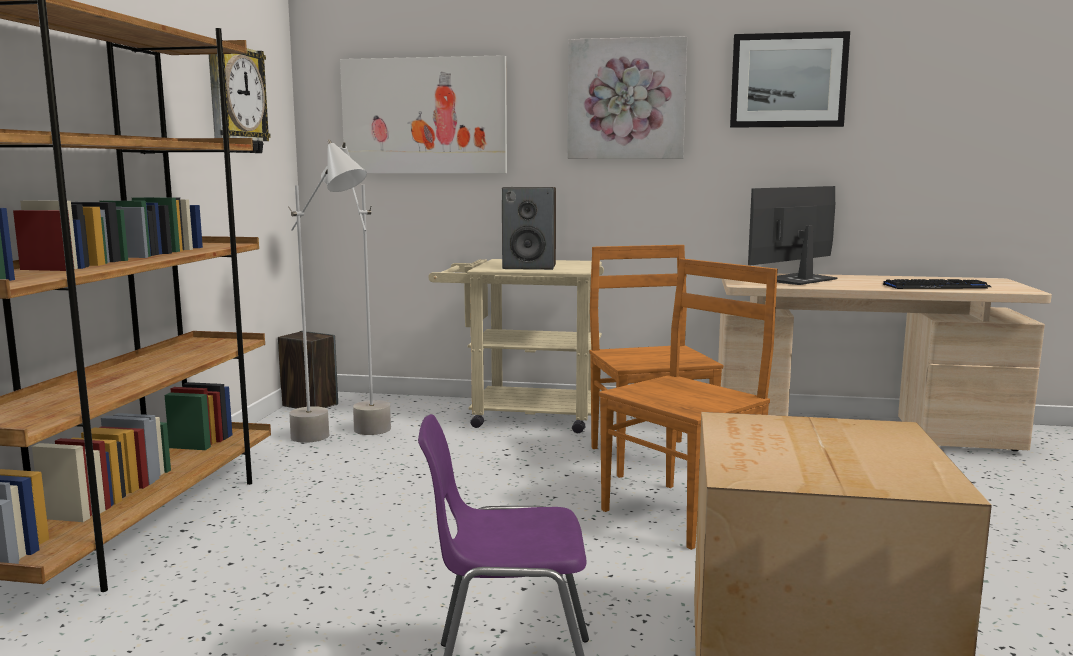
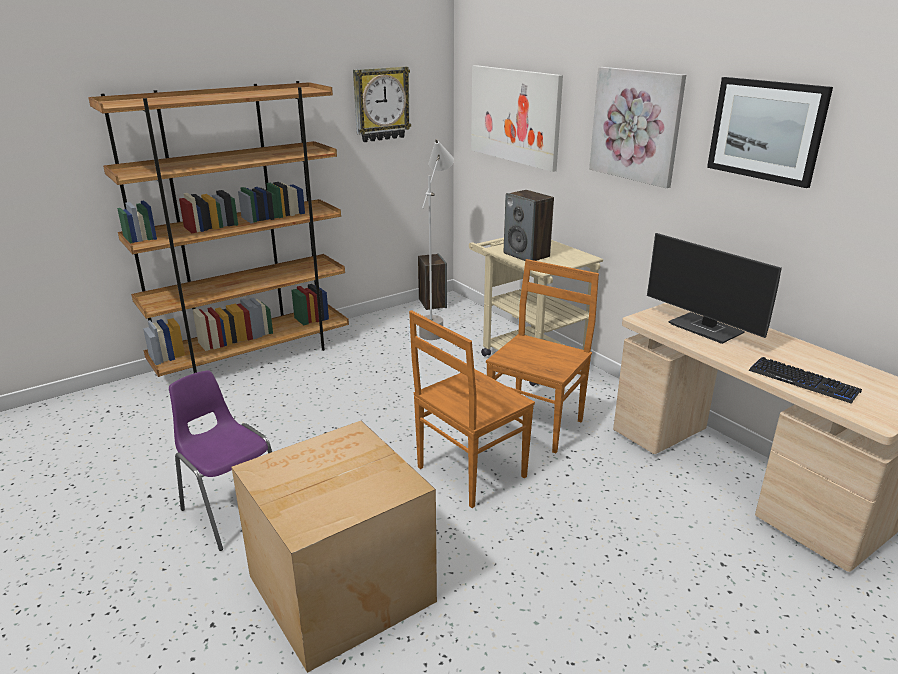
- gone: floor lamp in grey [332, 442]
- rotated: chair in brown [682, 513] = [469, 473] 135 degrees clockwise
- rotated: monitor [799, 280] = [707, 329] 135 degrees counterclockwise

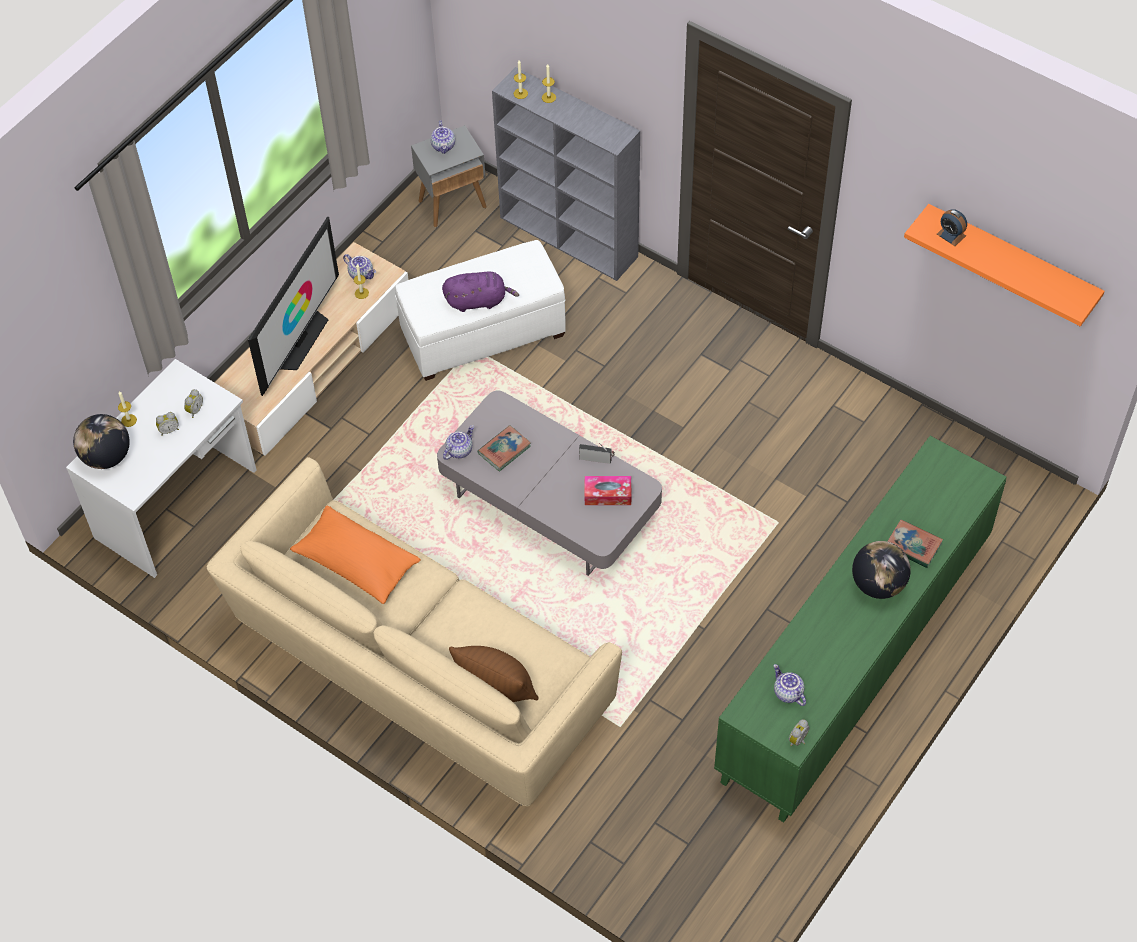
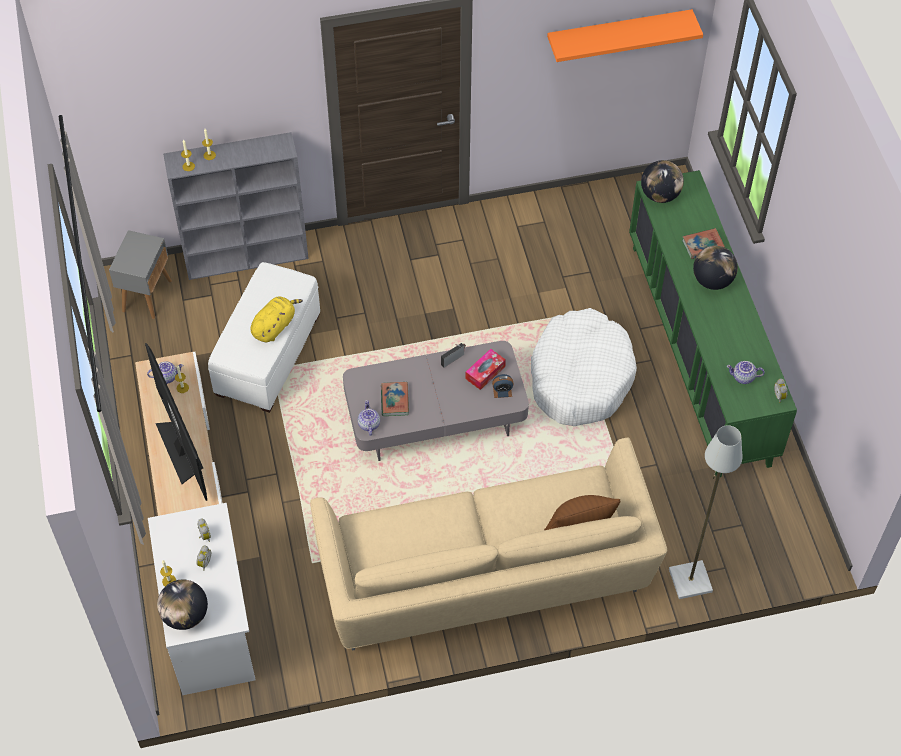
- gone: pillow in orange [356, 563]
- gone: teapot [443, 146]
- repainted: plush toy in purple [478, 301] to plush toy in yellow [274, 326]
- shifted: alarm clock [951, 235] to [502, 391]
- new: dog bed in white [580, 377]
- new: globe [660, 195]
- new: floor lamp in grey [690, 581]

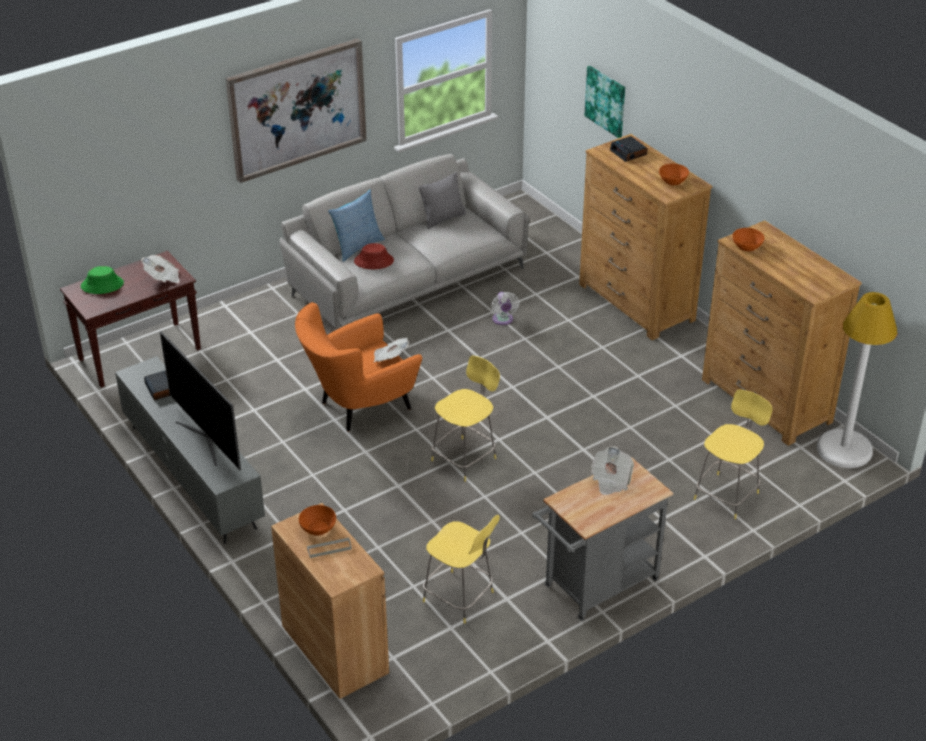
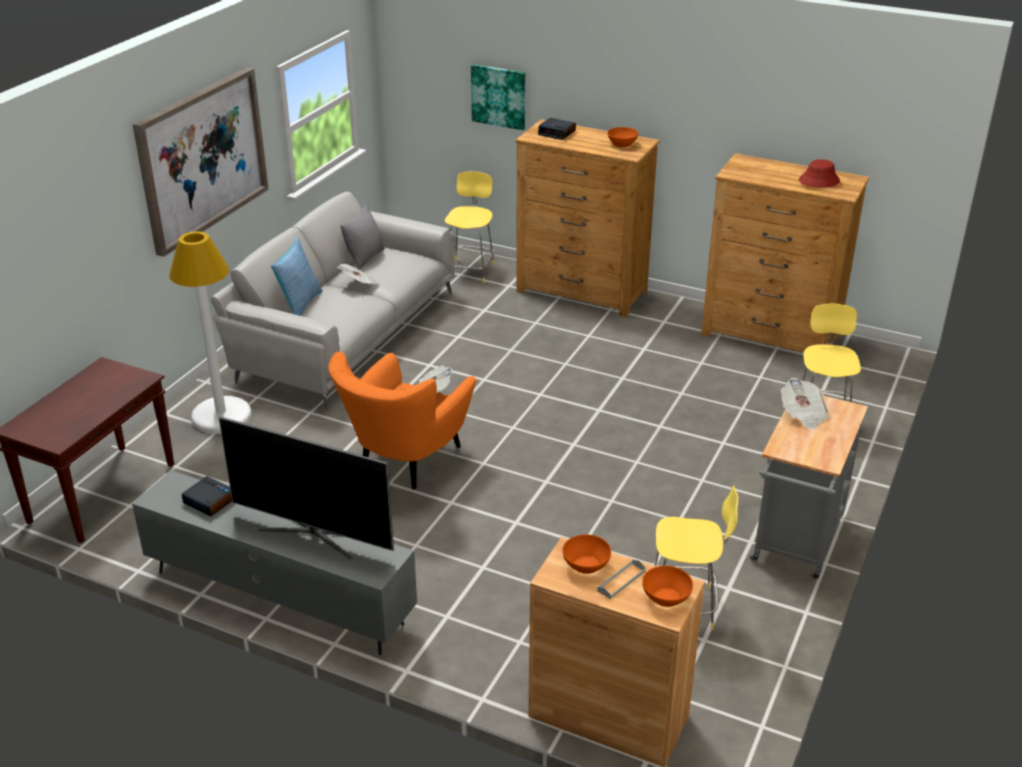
- gone: hat in green [102, 285]
- shifted: newspaper [163, 278] to [359, 284]
- shifted: hat in red [373, 261] to [818, 181]
- shifted: stool in yellow [465, 458] to [470, 270]
- gone: fan in white [503, 320]
- shifted: bowl in orange [746, 246] to [666, 597]
- shifted: floor lamp in white [844, 449] to [221, 416]

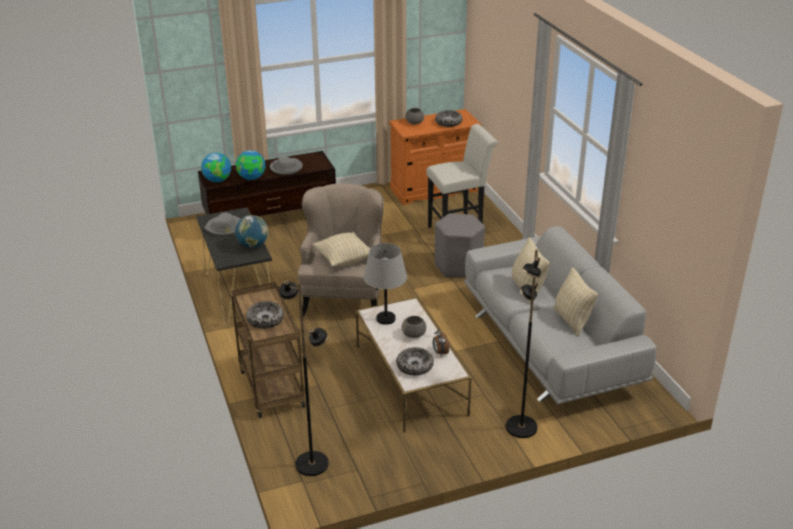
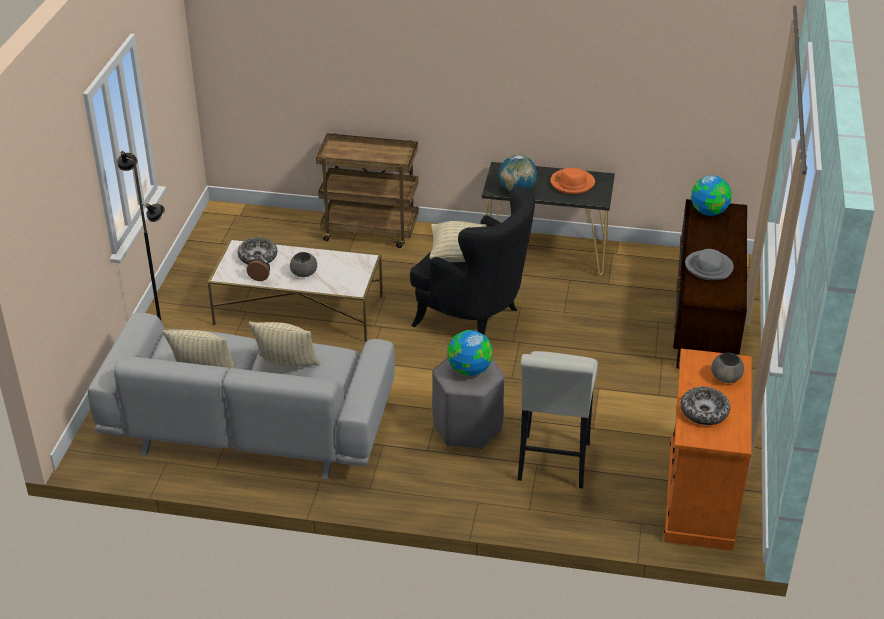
- repainted: hat in grey [224, 227] to hat in orange [572, 183]
- shifted: globe [252, 178] to [469, 370]
- gone: bowl [265, 320]
- gone: floor lamp in black [312, 463]
- repainted: armchair in beige [344, 299] to armchair in black [474, 316]
- gone: table lamp in grey [386, 318]

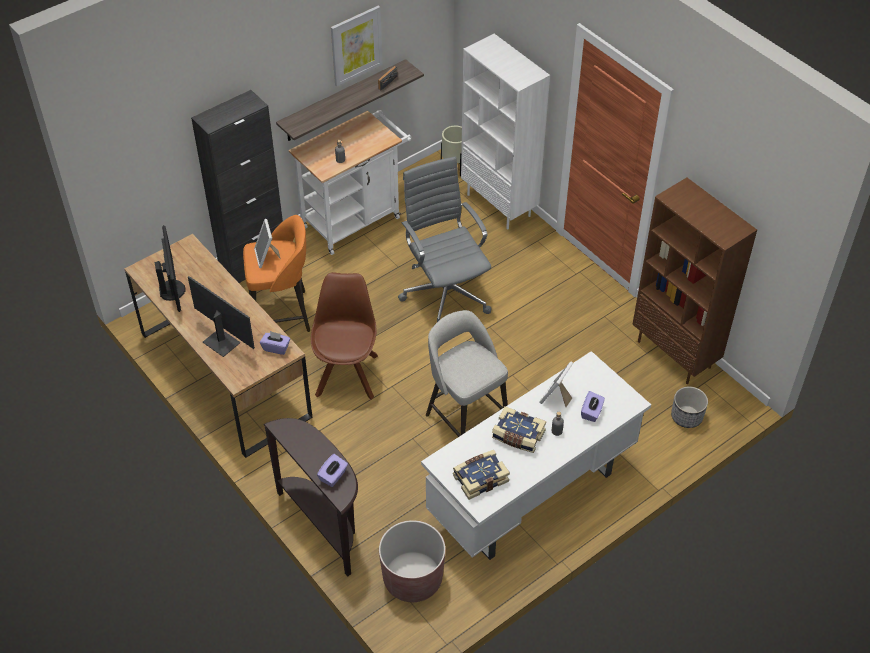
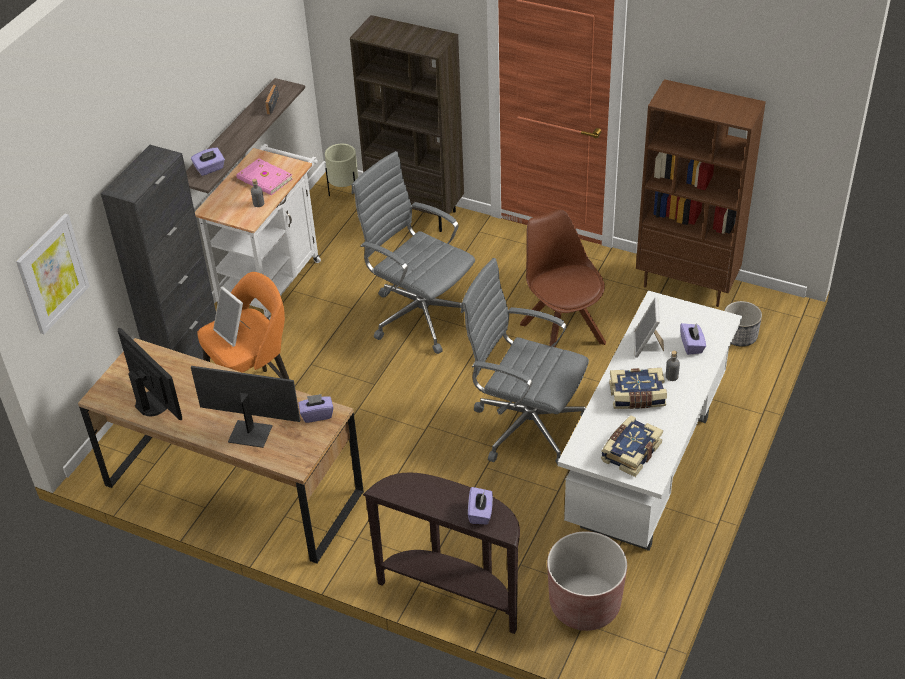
- shifted: chair in brown [347, 373] to [561, 332]
- shifted: picture [356, 45] to [52, 273]
- swapped: stool in grey [465, 418] to office chair in grey [526, 425]
- repainted: bookcase in white [499, 205] to bookcase in brown [417, 212]
- new: tissue box in purple [210, 169]
- new: book in pink [264, 180]

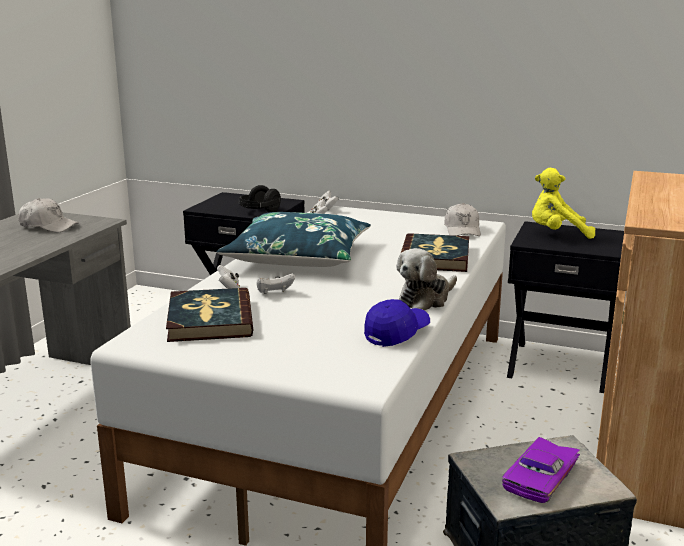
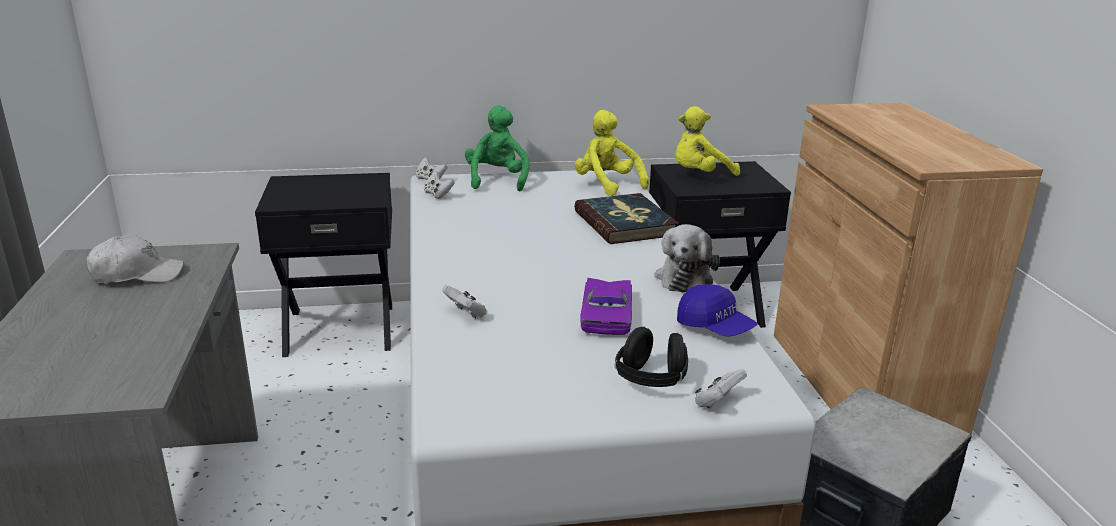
- gone: book [209, 319]
- gone: pillow in blue [298, 257]
- shifted: headphones in black [259, 211] to [651, 380]
- shifted: game controller in white [274, 293] to [717, 402]
- rotated: cap in blue [397, 334] = [715, 327] 120 degrees clockwise
- swapped: cap in white [462, 230] to plush toy in yellow [607, 185]
- shifted: toy car in purple [543, 479] to [609, 315]
- new: plush toy in green [497, 180]

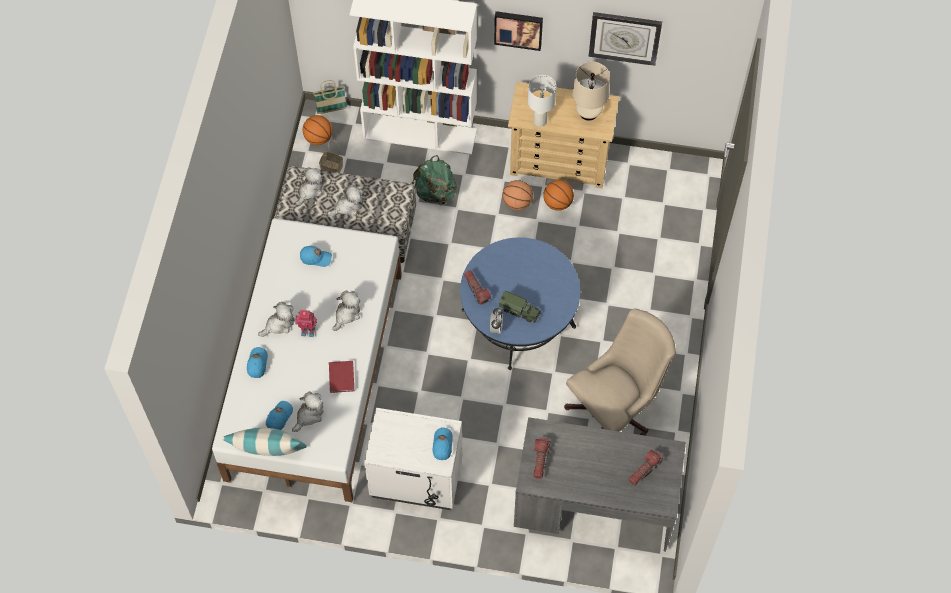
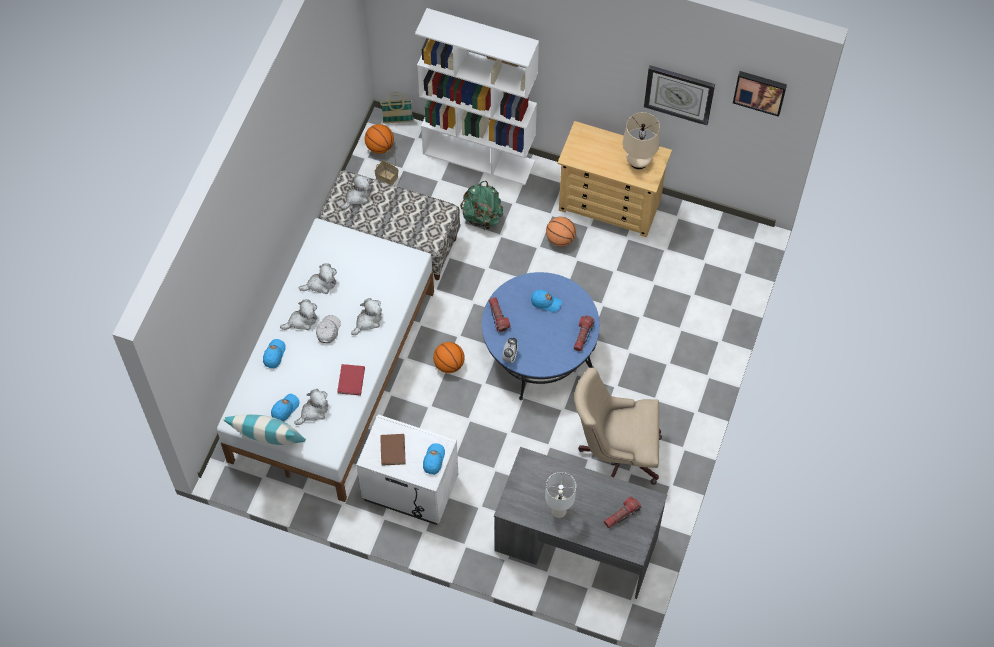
- swapped: toy robot [308, 330] to cap in white [328, 330]
- shifted: cap in blue [316, 258] to [546, 302]
- shifted: plush toy [348, 206] to [321, 284]
- shifted: picture [518, 28] to [760, 91]
- gone: toy truck [519, 310]
- shifted: table lamp in white [540, 121] to [559, 511]
- shifted: flashlight [540, 460] to [583, 335]
- shifted: basketball [557, 203] to [449, 364]
- rotated: office chair in beige [615, 408] = [615, 454] 150 degrees counterclockwise
- new: book in brown [392, 451]

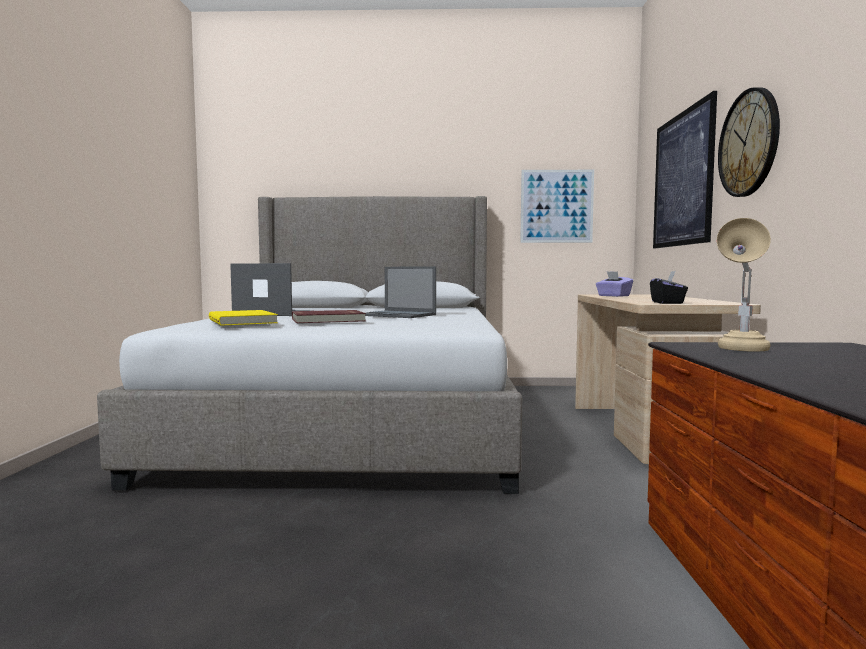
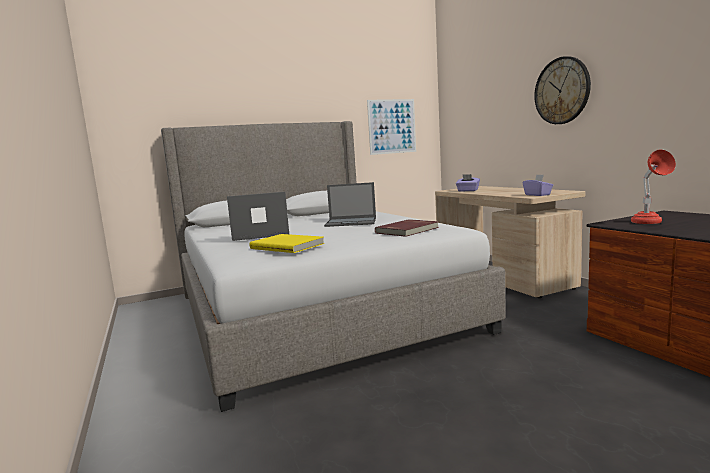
- shifted: book in red [328, 320] to [408, 230]
- repainted: tissue box in black [667, 303] to tissue box in purple [537, 195]
- gone: picture [682, 179]
- repainted: table lamp in beige [741, 350] to table lamp in red [649, 223]

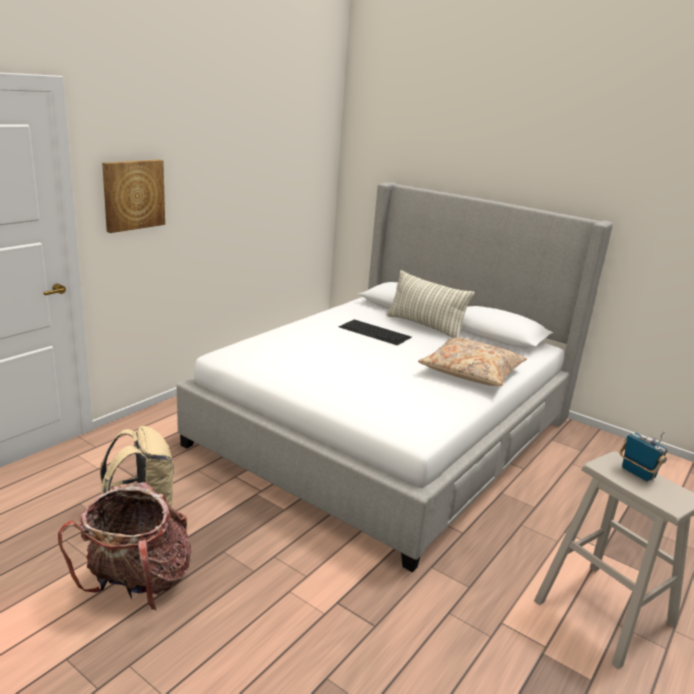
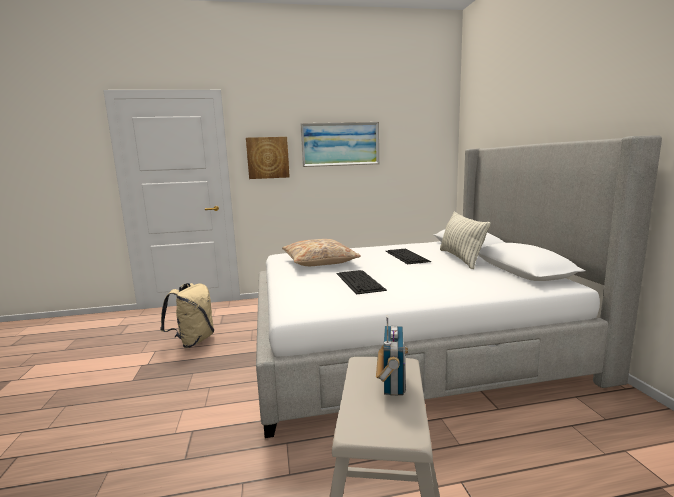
- gone: backpack [137, 584]
- shifted: pillow in beige [471, 372] to [319, 261]
- new: picture [340, 144]
- new: keyboard [360, 281]

